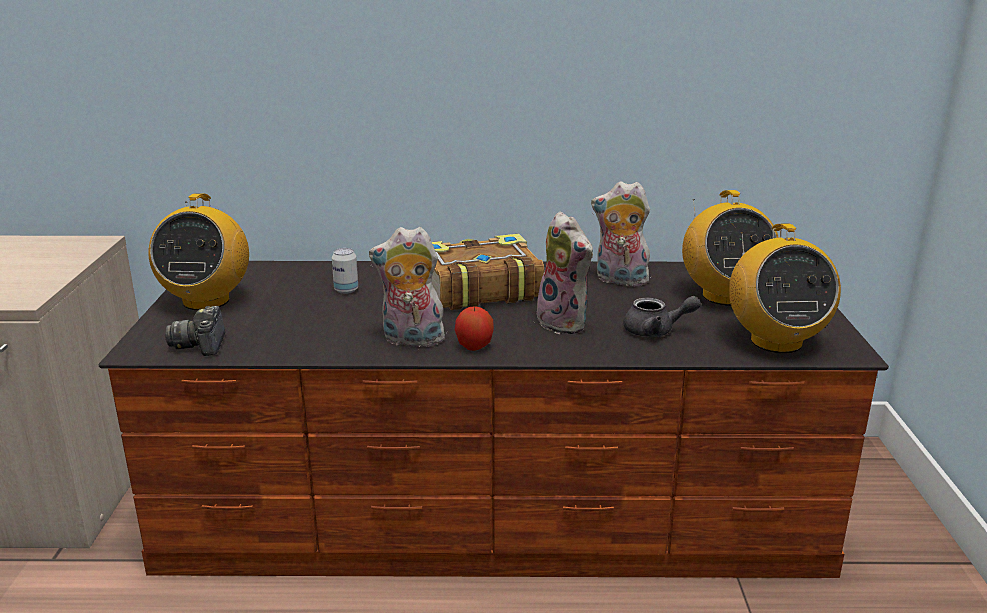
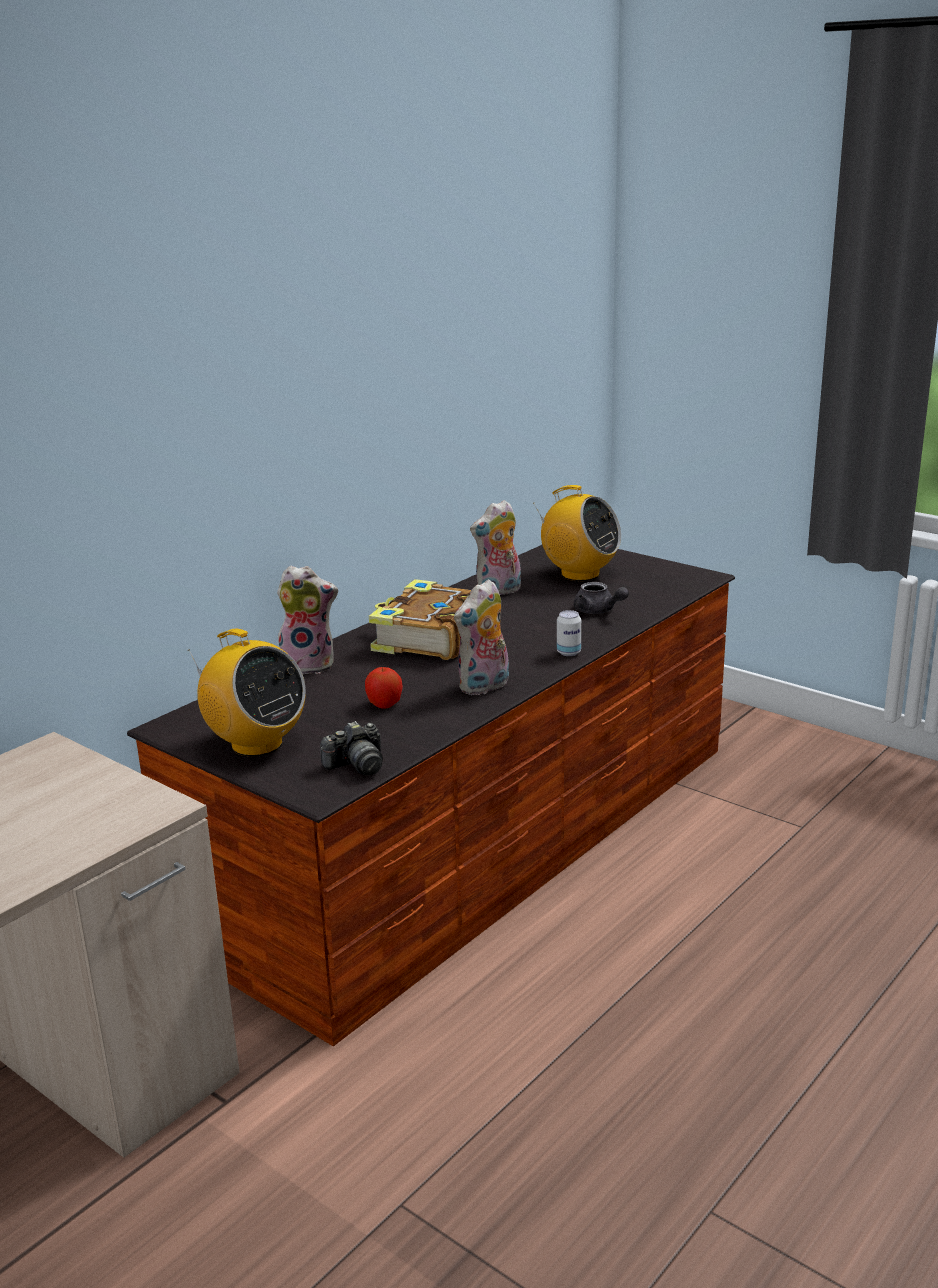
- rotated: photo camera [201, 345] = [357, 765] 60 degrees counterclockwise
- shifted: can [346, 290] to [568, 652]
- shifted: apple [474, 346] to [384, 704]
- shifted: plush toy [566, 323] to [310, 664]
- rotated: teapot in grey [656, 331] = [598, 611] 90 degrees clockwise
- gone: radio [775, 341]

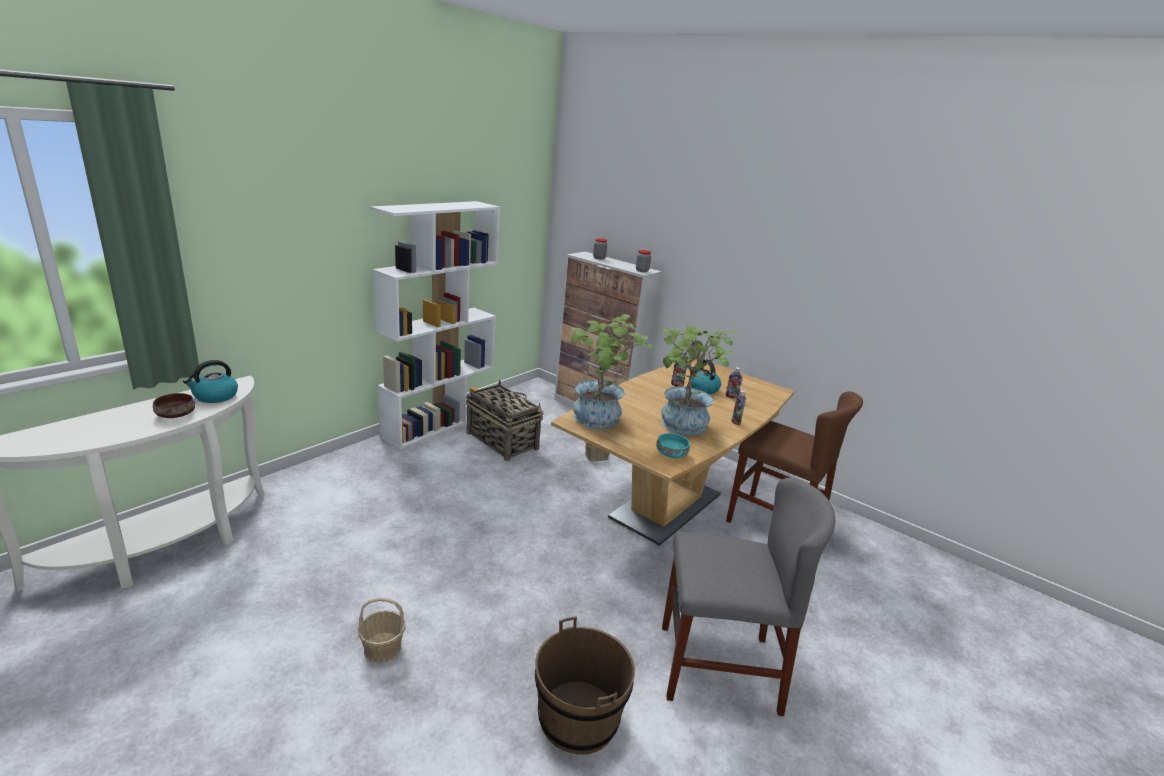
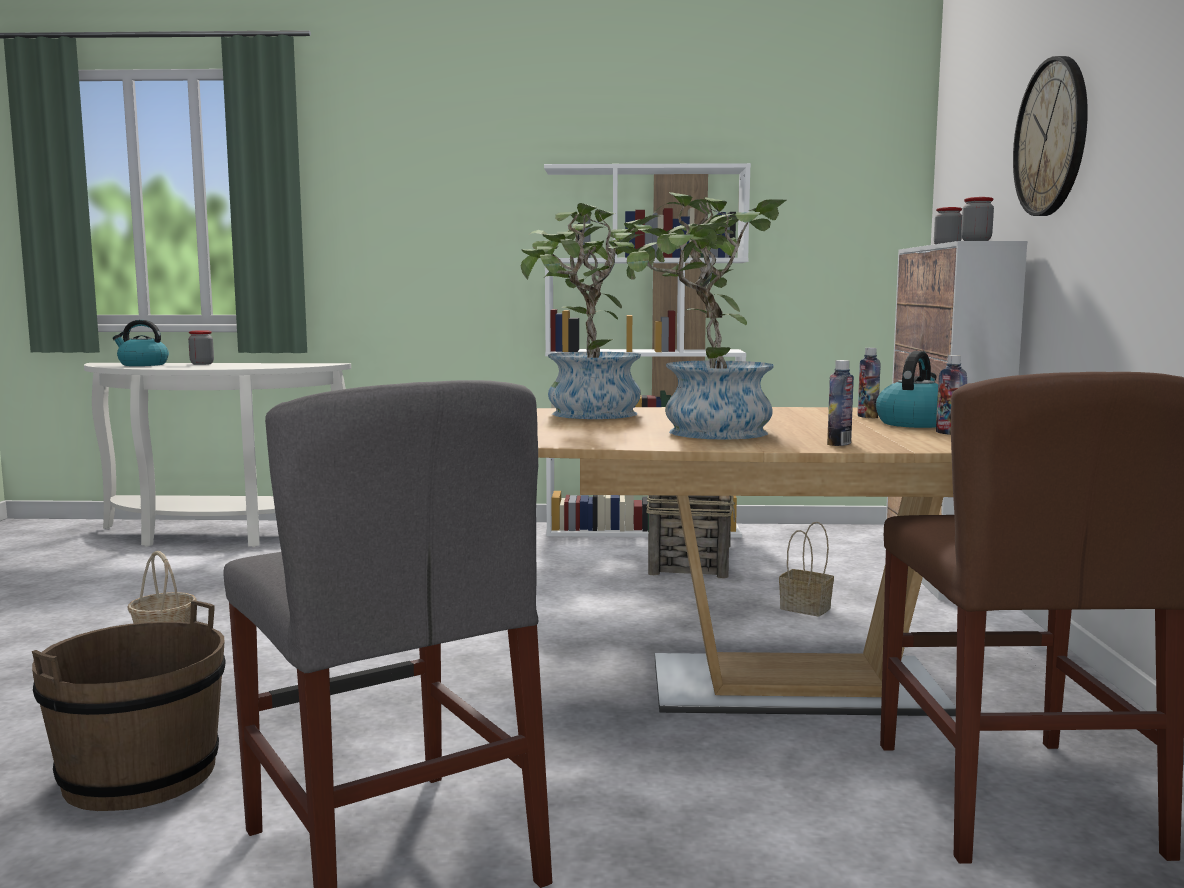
- gone: bowl in brown [176, 415]
- shifted: kettle [215, 396] to [142, 364]
- gone: bowl in turquoise [672, 454]
- new: jar [202, 364]
- new: wall clock [1051, 137]

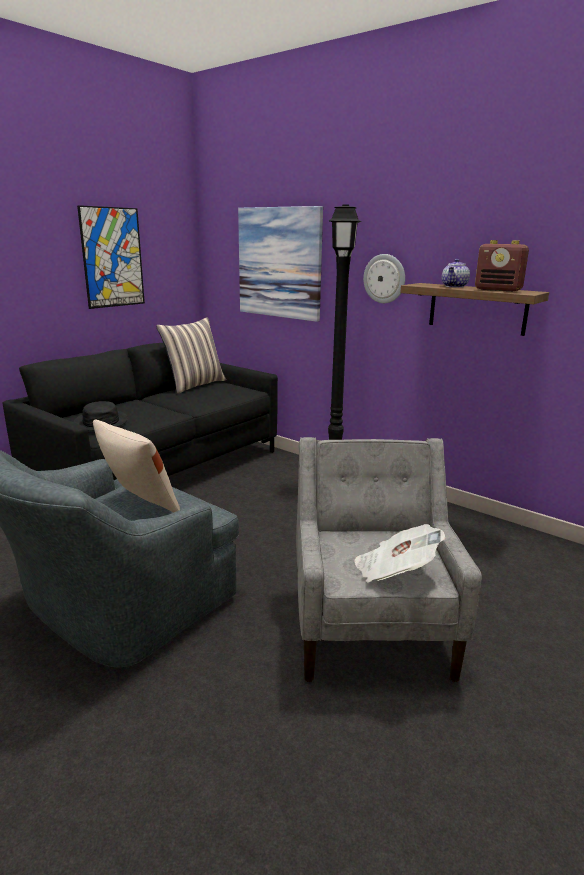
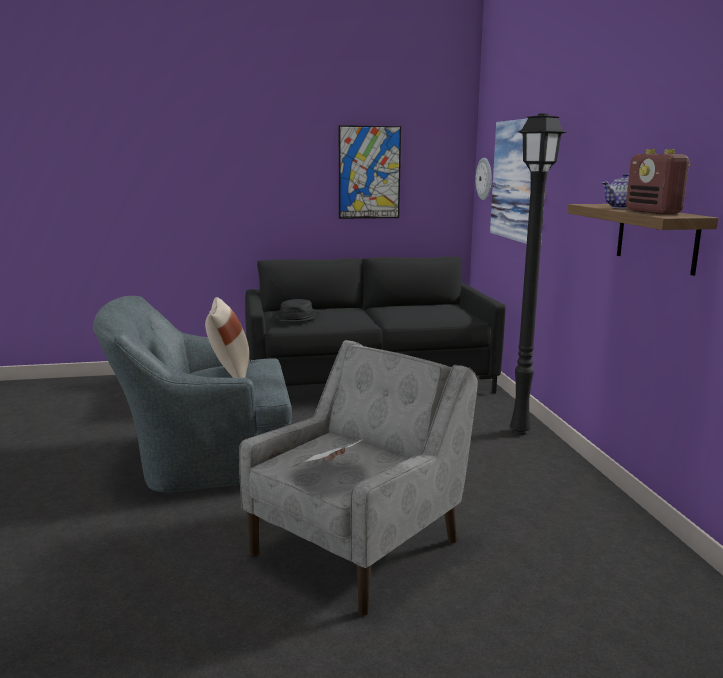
- gone: pillow [194, 385]
- shifted: wall clock [384, 278] to [484, 179]

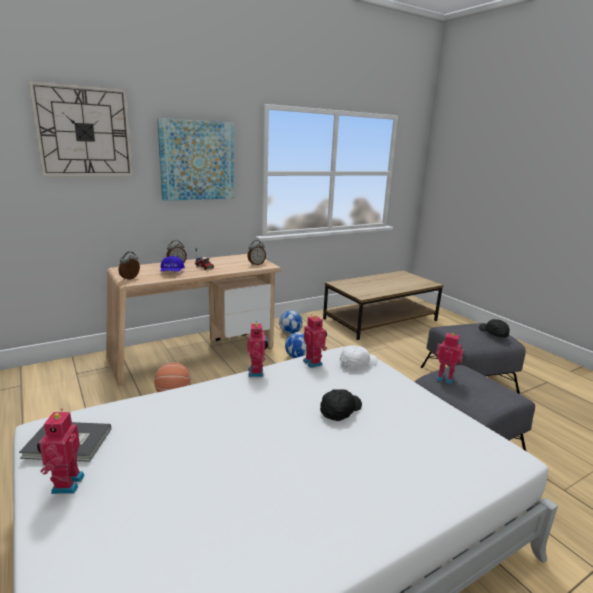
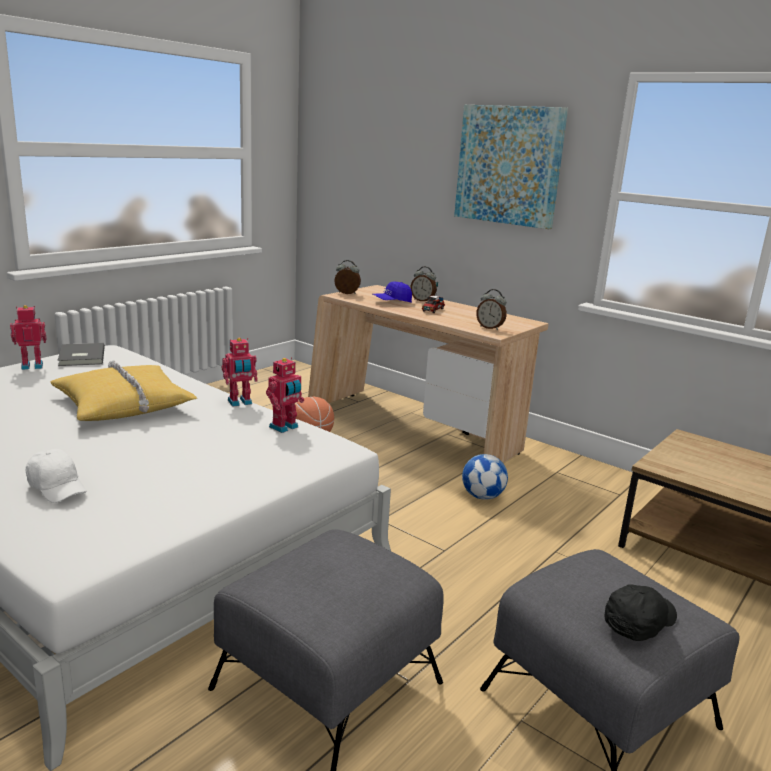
- gone: wall clock [84, 132]
- gone: football [290, 332]
- gone: cap in black [340, 411]
- shifted: cap in white [357, 364] to [57, 487]
- gone: toy robot [445, 378]
- new: pillow in yellow [124, 404]

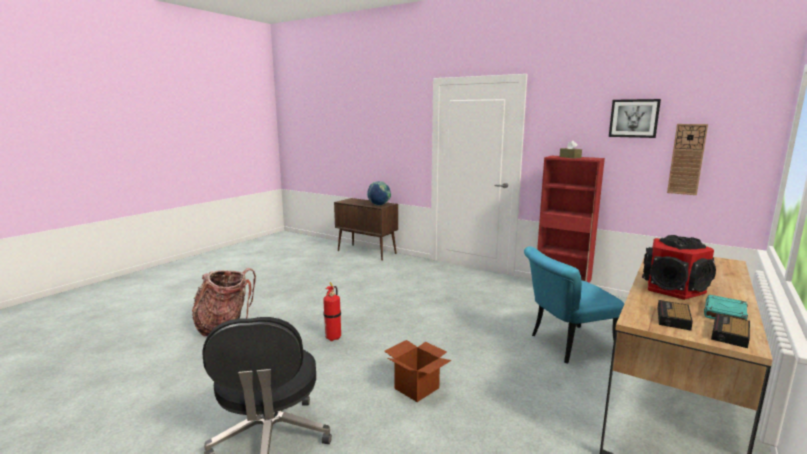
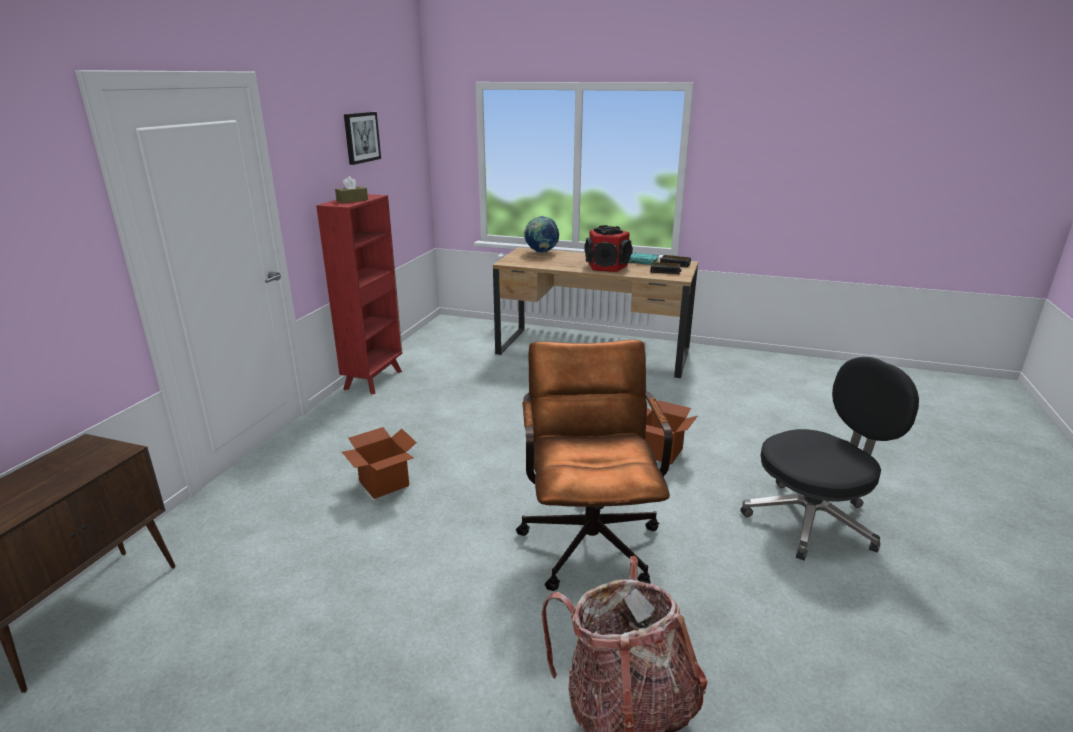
- swapped: fire extinguisher [334, 337] to office chair in brown [589, 537]
- shifted: globe [379, 205] to [541, 252]
- gone: chair in turquoise [565, 345]
- gone: wall clock [686, 159]
- new: cardboard box [384, 483]

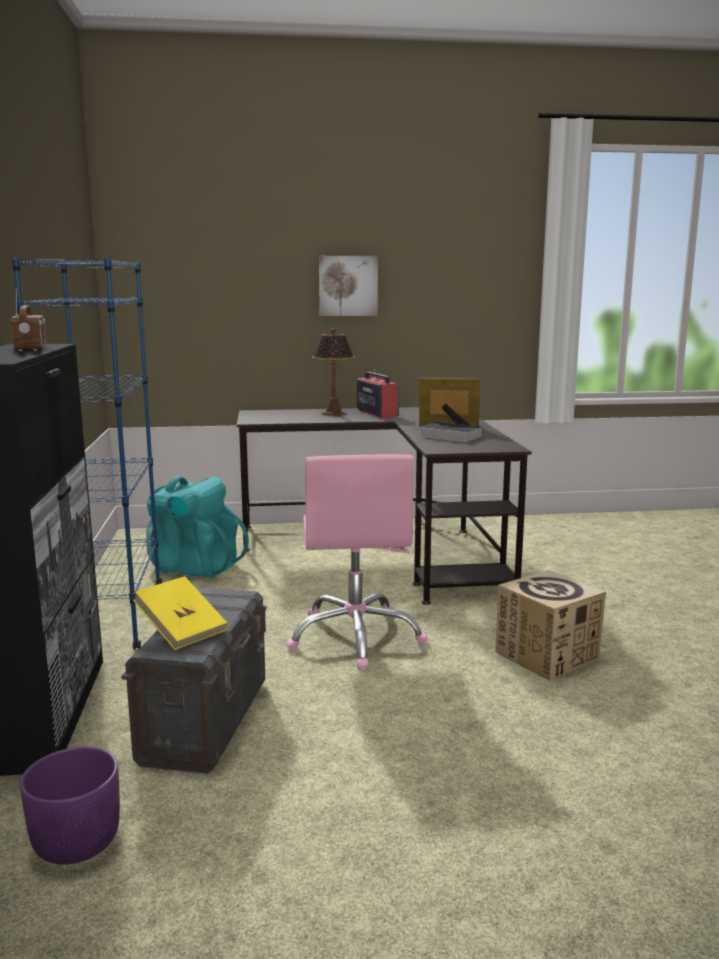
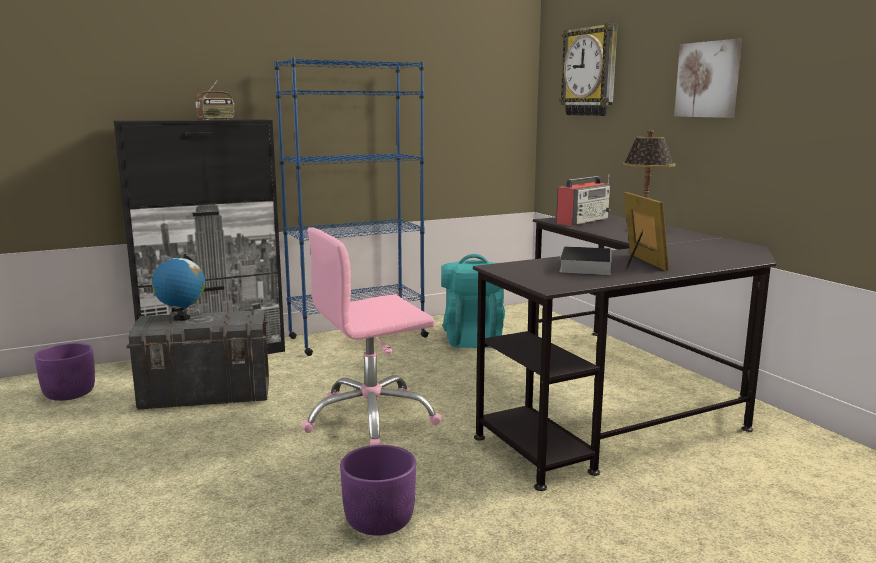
- swapped: book in yellow [182, 630] to globe [182, 318]
- shifted: radio [377, 413] to [583, 221]
- swapped: cardboard box [547, 656] to planter in purple [380, 521]
- new: wall clock [590, 72]

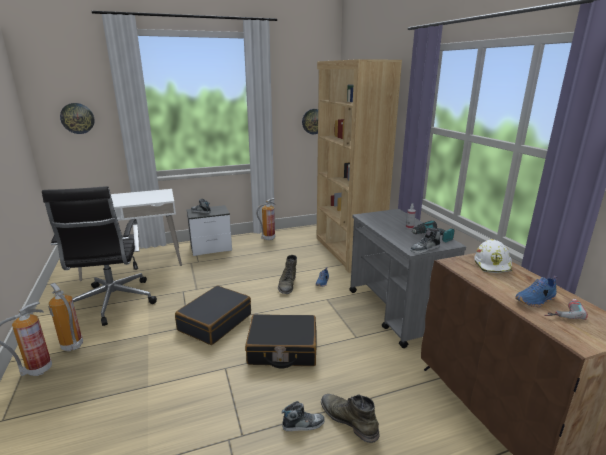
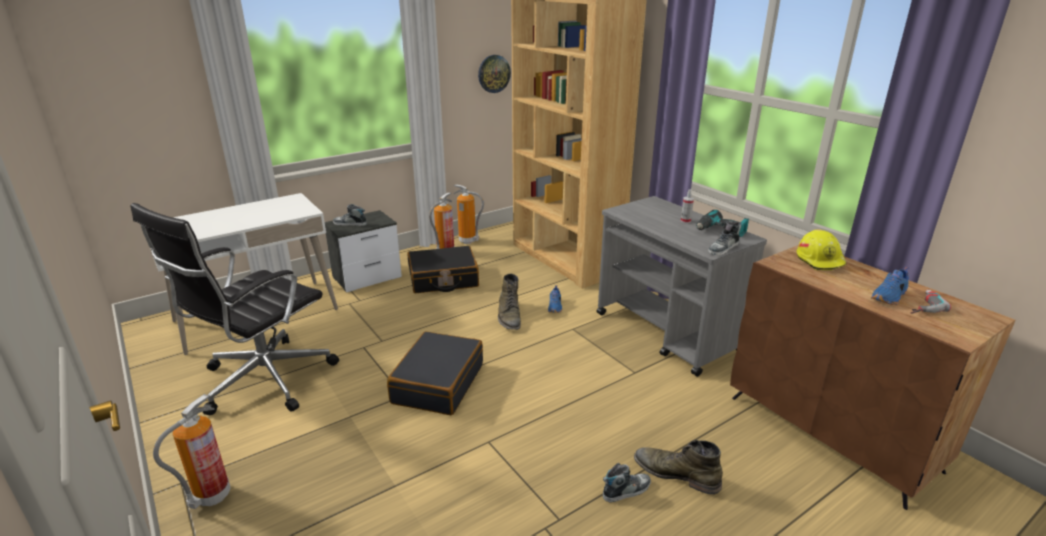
- rotated: office chair in black [112, 303] = [263, 380] 60 degrees clockwise
- shifted: fire extinguisher [73, 346] to [468, 241]
- gone: wall clock [77, 118]
- shifted: suitcase in black [282, 349] to [443, 279]
- repainted: hard hat in white [493, 265] to hard hat in yellow [820, 260]

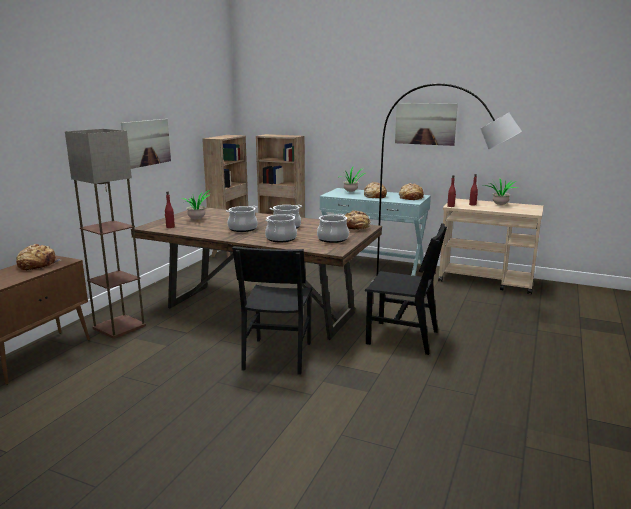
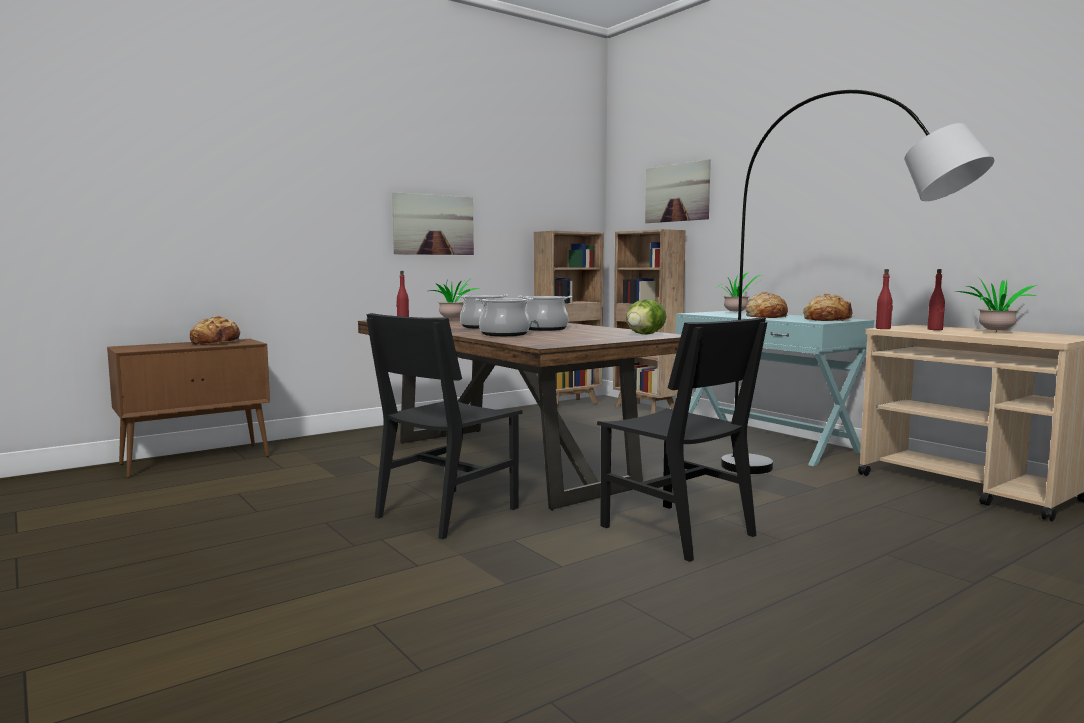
- gone: floor lamp [120, 327]
- gone: cooking pot [332, 239]
- swapped: bread [355, 228] to lettuce [644, 334]
- shifted: picture [425, 124] to [677, 193]

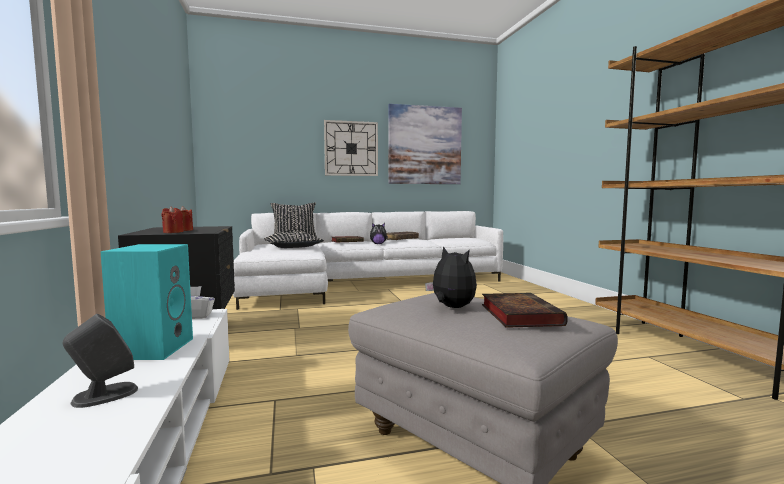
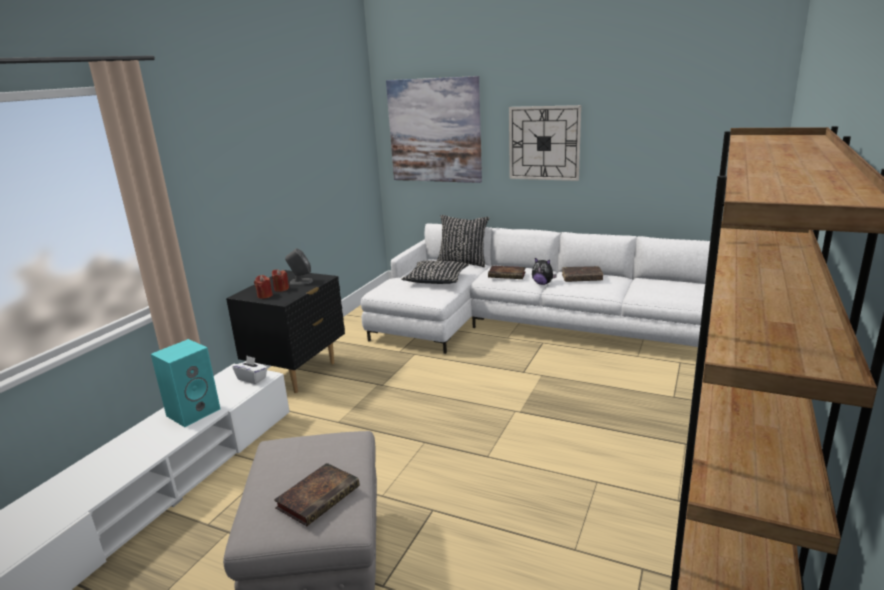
- shifted: speaker in grey [104, 395] to [301, 281]
- shifted: picture [425, 145] to [434, 131]
- gone: plush toy [451, 308]

